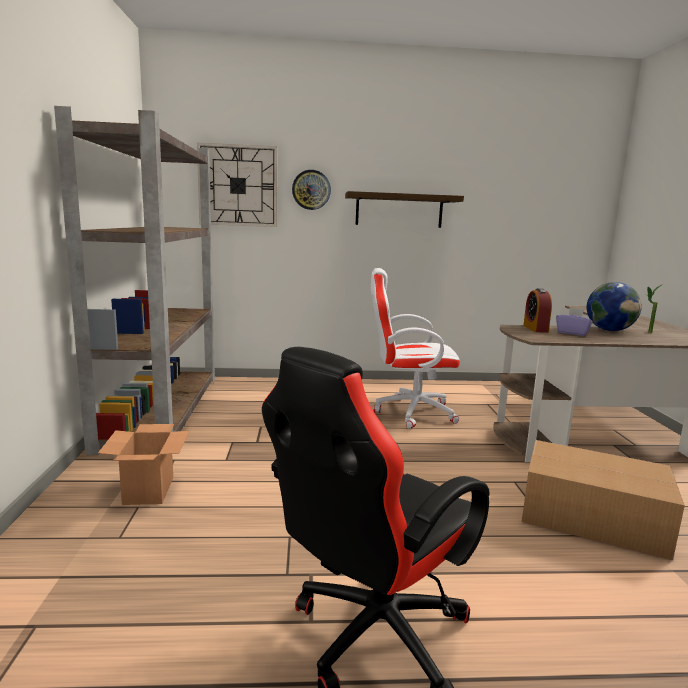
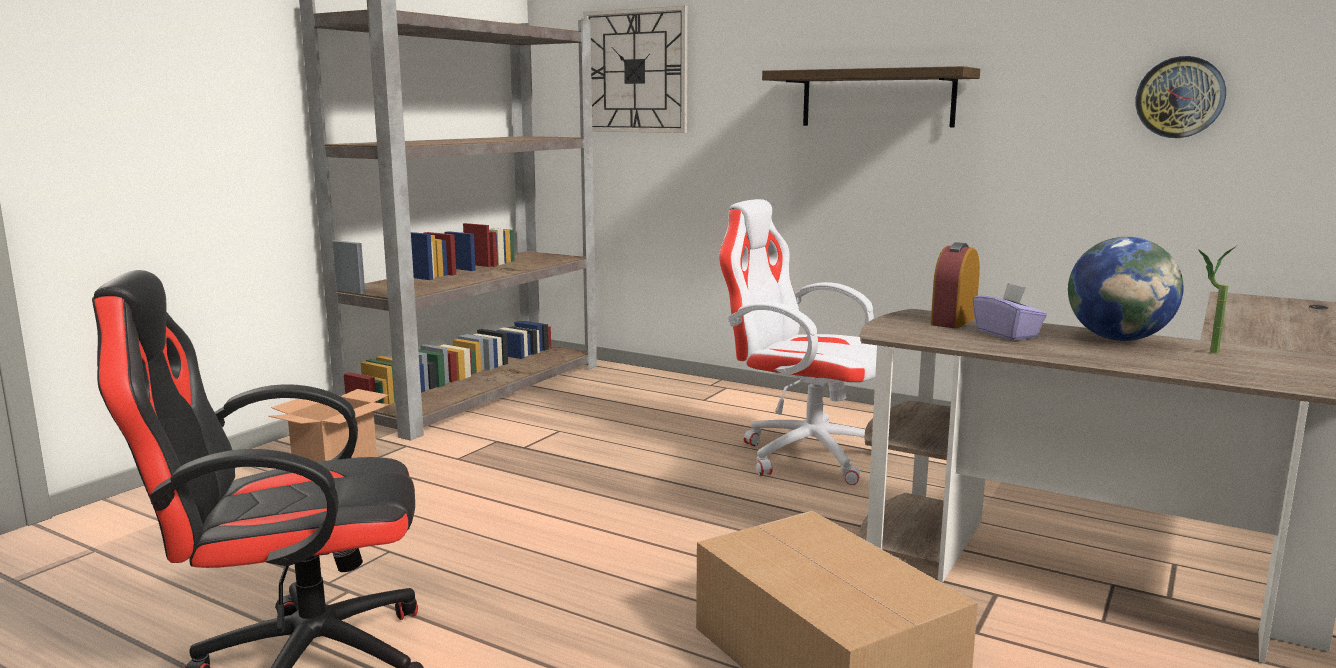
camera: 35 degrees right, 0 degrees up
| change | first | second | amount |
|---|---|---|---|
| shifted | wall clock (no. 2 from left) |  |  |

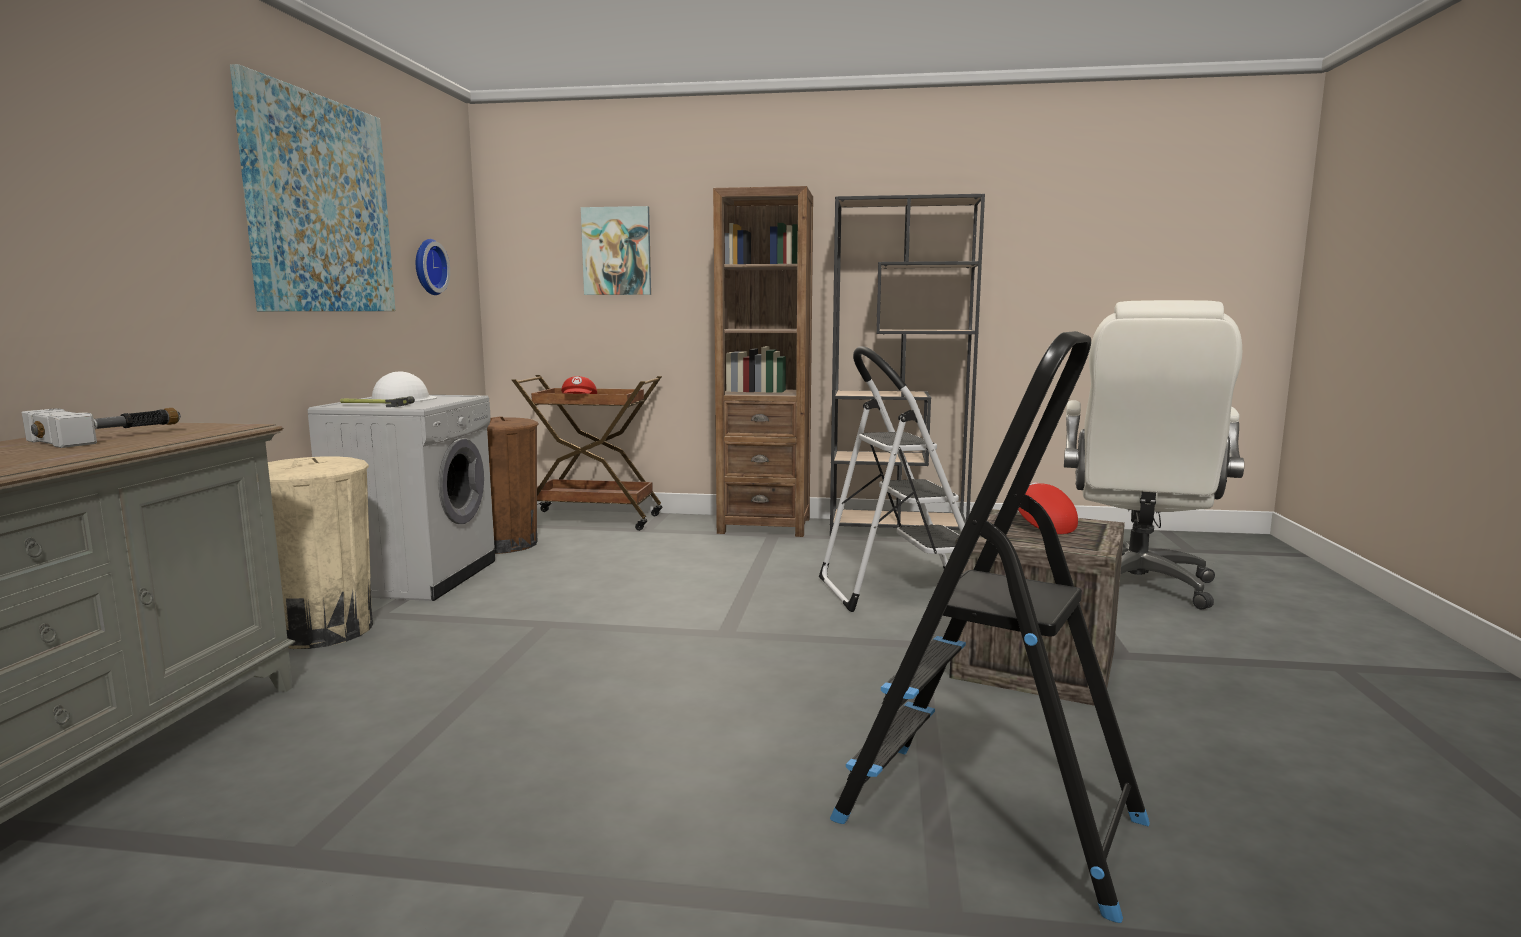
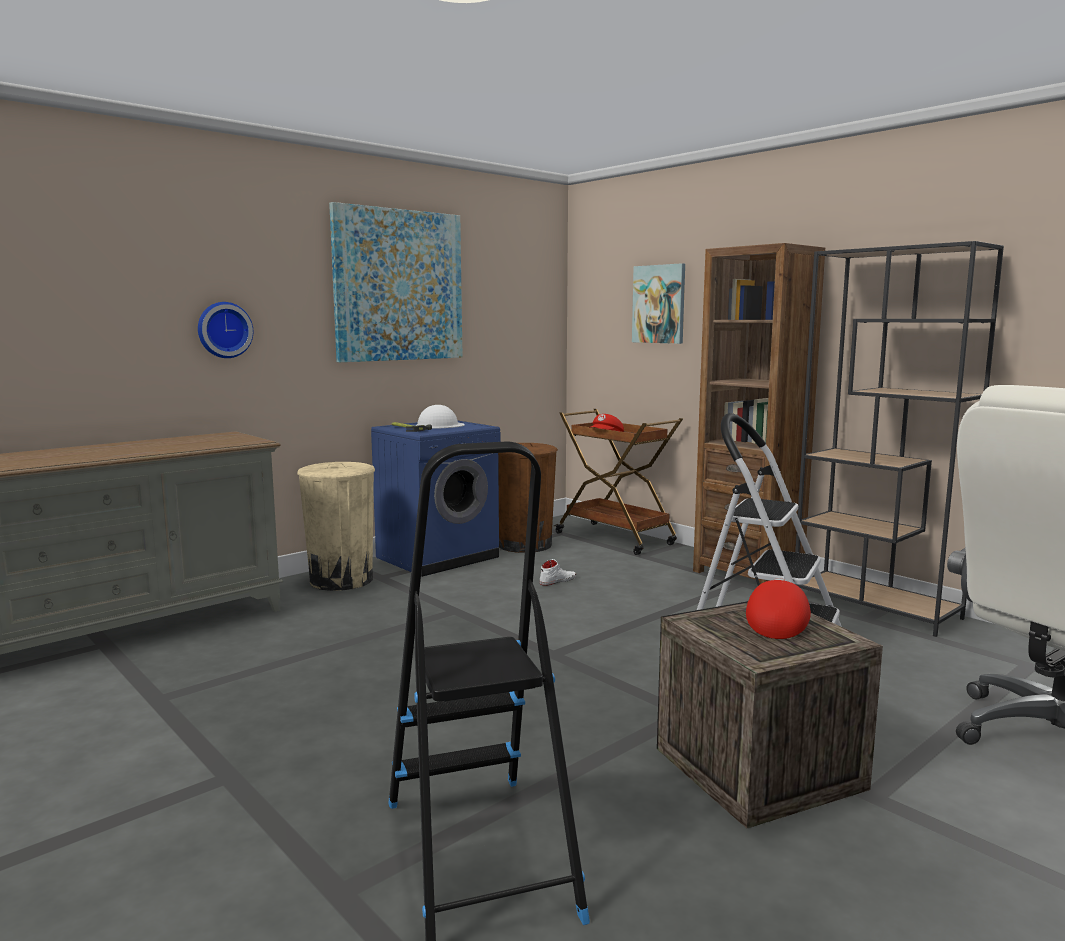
camera: 40 degrees right, 0 degrees up
| change | first | second | amount |
|---|---|---|---|
| gone | hand hammer (no. 1 from left) |  |  |
| repainted | washing machine (white) | washing machine (blue) |  |
| shifted | wall clock |  |  |
| new |  | shoe (white) |  |

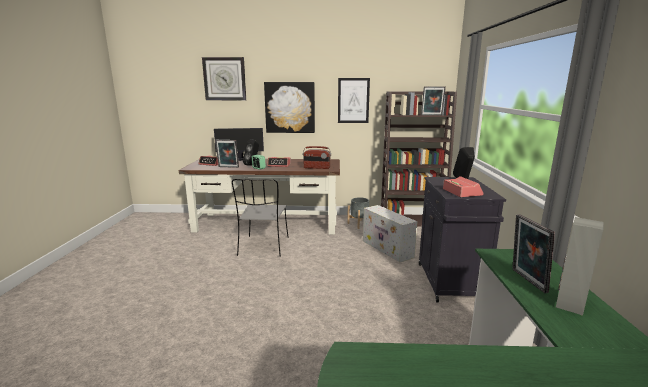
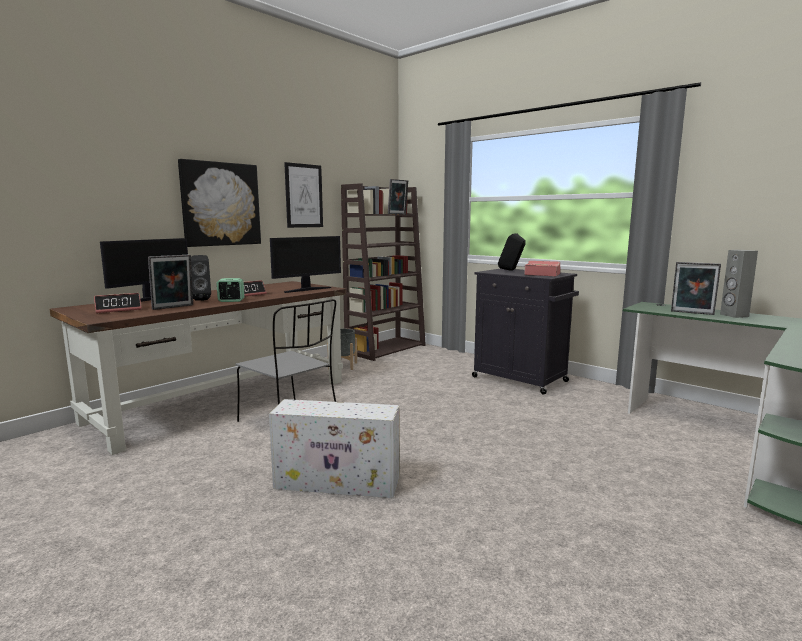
camera: 50 degrees left, 5 degrees down
| change | first | second | amount |
|---|---|---|---|
| gone | wall clock |  |  |
| swapped | radio | computer screen (no. 2 from left) |  |
| shifted | storage container (white) |  |  |

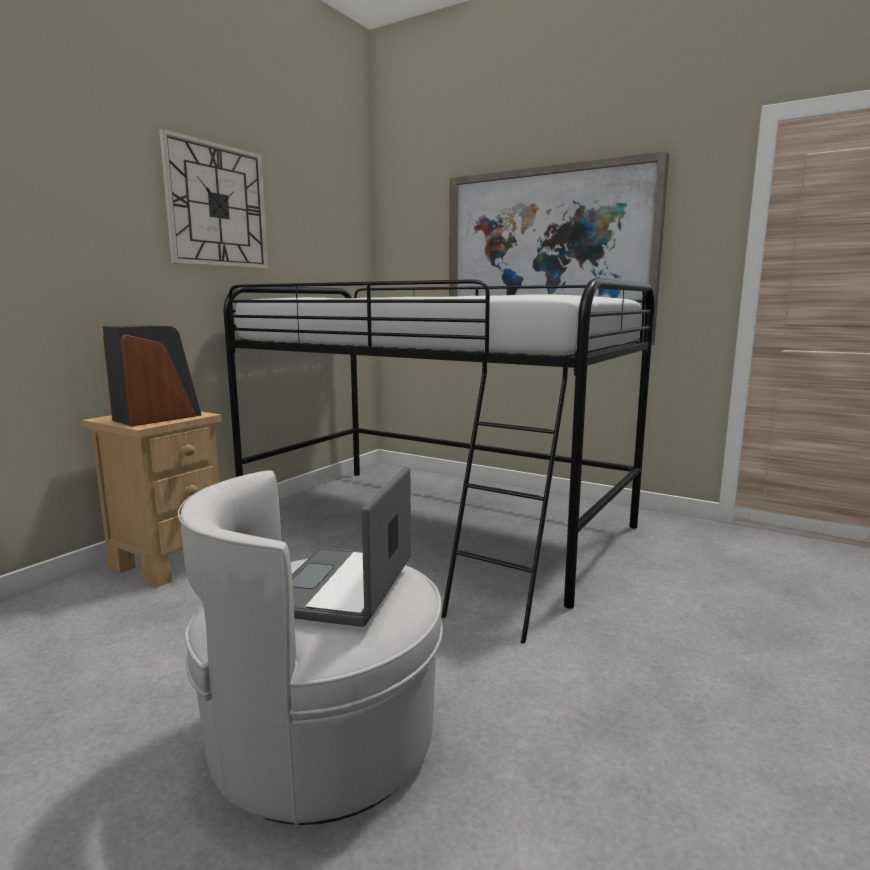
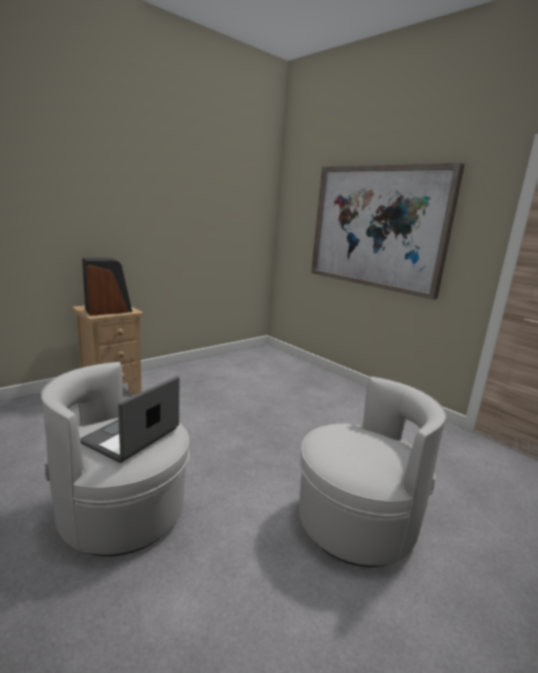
camera: 15 degrees right, 5 degrees up
| change | first | second | amount |
|---|---|---|---|
| gone | wall clock |  |  |
| gone | bed (black-coloured) |  |  |
| new |  | lounge chair (white) (no. 2 from left) |  |

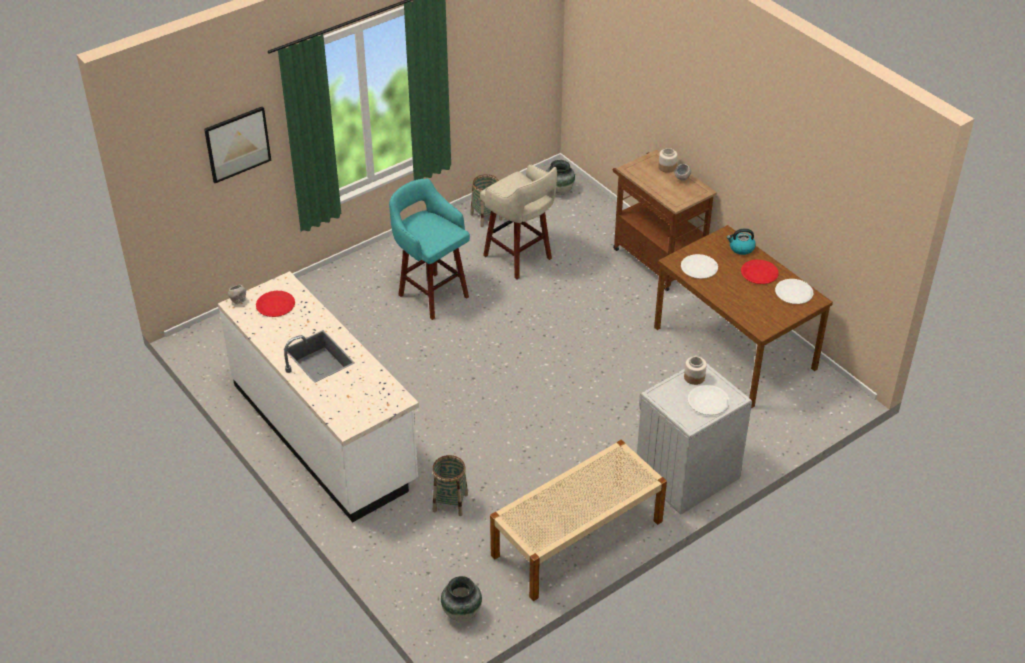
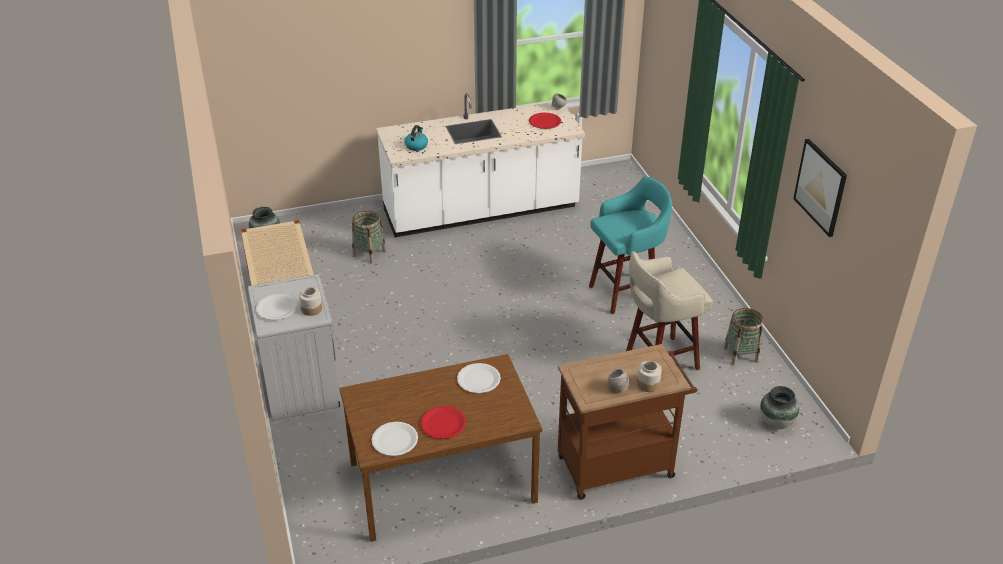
camera: 110 degrees right, 5 degrees down
| change | first | second | amount |
|---|---|---|---|
| shifted | wall picture |  |  |
| shifted | kettle |  |  |

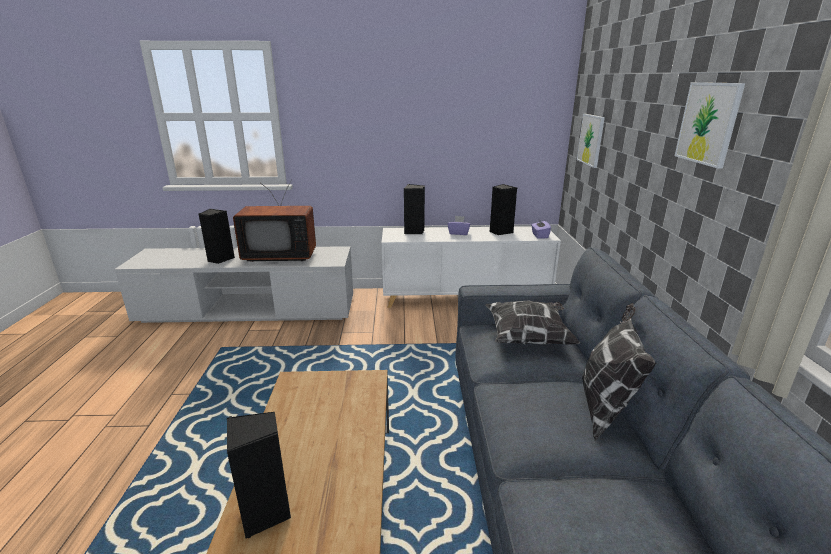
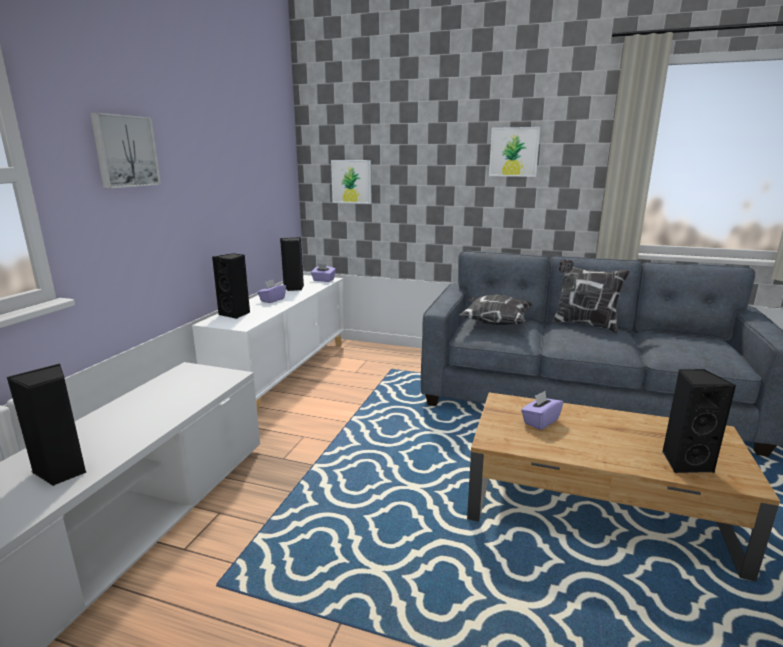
camera: 70 degrees left, 5 degrees down
| change | first | second | amount |
|---|---|---|---|
| gone | TV set |  |  |
| new |  | wall picture (no. 1 from left) |  |
| new |  | tissue box (purple-coloured) (no. 3 from left) |  |

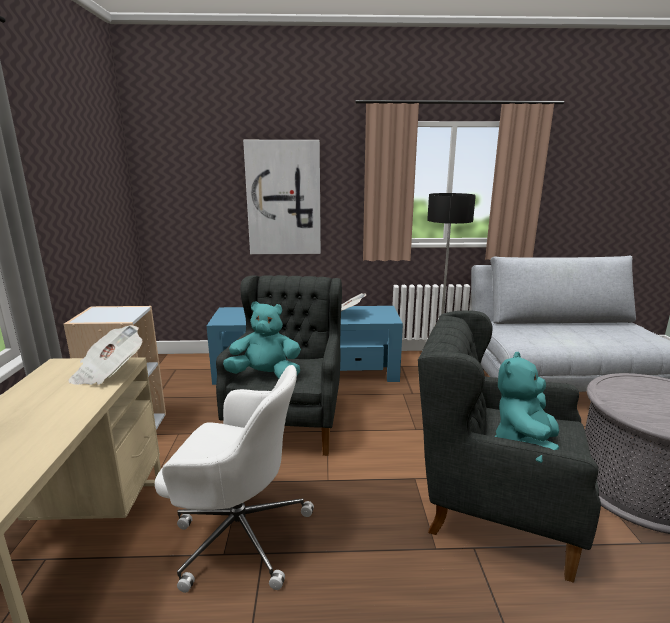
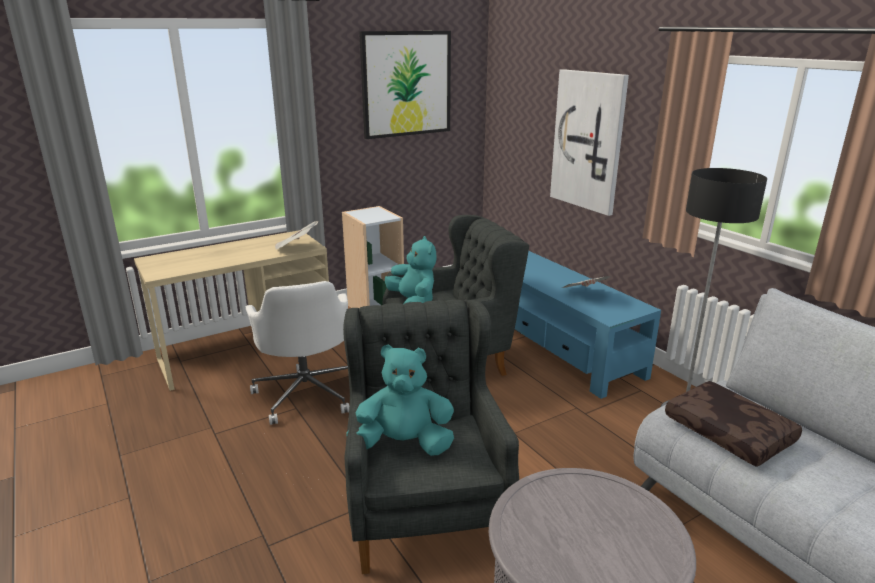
camera: 60 degrees right, 5 degrees up
| change | first | second | amount |
|---|---|---|---|
| new |  | wall picture (no. 1 from left) |  |
| new |  | cushion (brownish) |  |

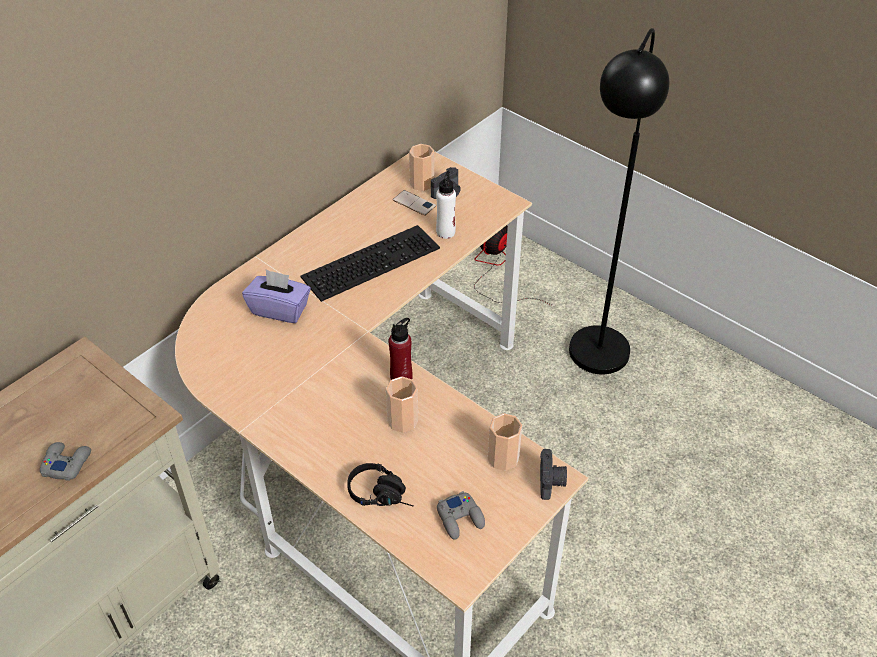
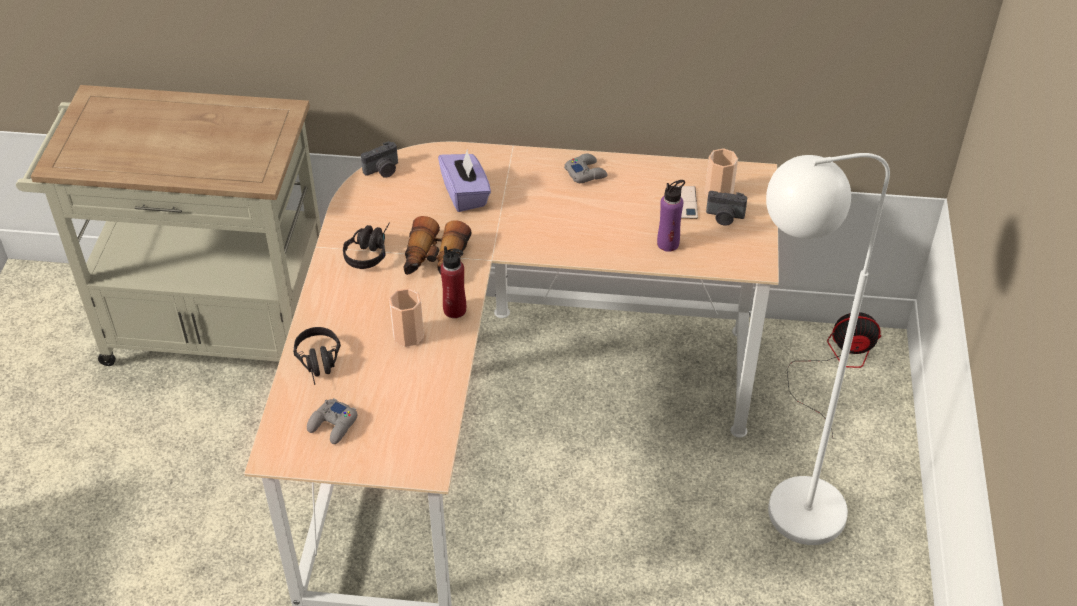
camera: 55 degrees right, 0 degrees up
| change | first | second | amount |
|---|---|---|---|
| shifted | joypad (grey) (no. 1 from left in the first image) | joypad (grey) (no. 2 from left) |  |
| gone | computer keyboard |  |  |
| repainted | bottle (white) | bottle (purple-coloured) |  |
| gone | drinking cup (no. 3 from left) |  |  |
| shifted | still camera (no. 2 from left in the first image) | still camera (no. 1 from left) |  |
| repainted | standard lamp (black-coloured) | standard lamp (white) |  |
| new |  | headset (black-coloured) (no. 2 from left) |  |
| new |  | pair of binoculars |  |

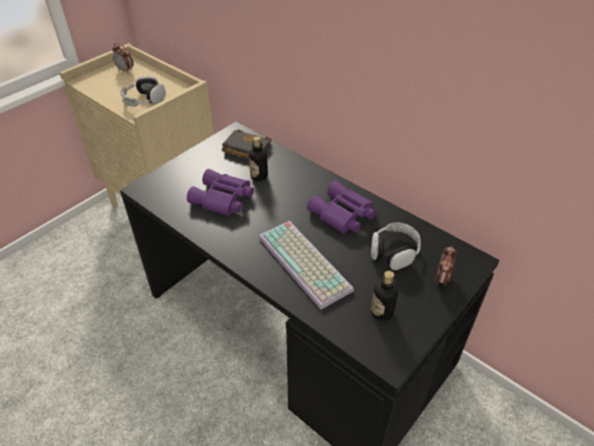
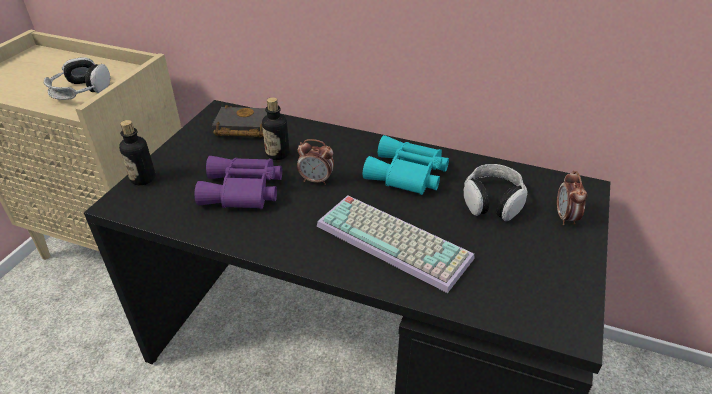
camera: 20 degrees left, 5 degrees down
| change | first | second | amount |
|---|---|---|---|
| shifted | bedside clock (no. 1 from left) |  |  |
| repainted | pair of binoculars (purple-coloured) (no. 2 from left) | pair of binoculars (turquoise-coloured) |  |
| shifted | bottle (no. 2 from left in the first image) | bottle (no. 1 from left) |  |

